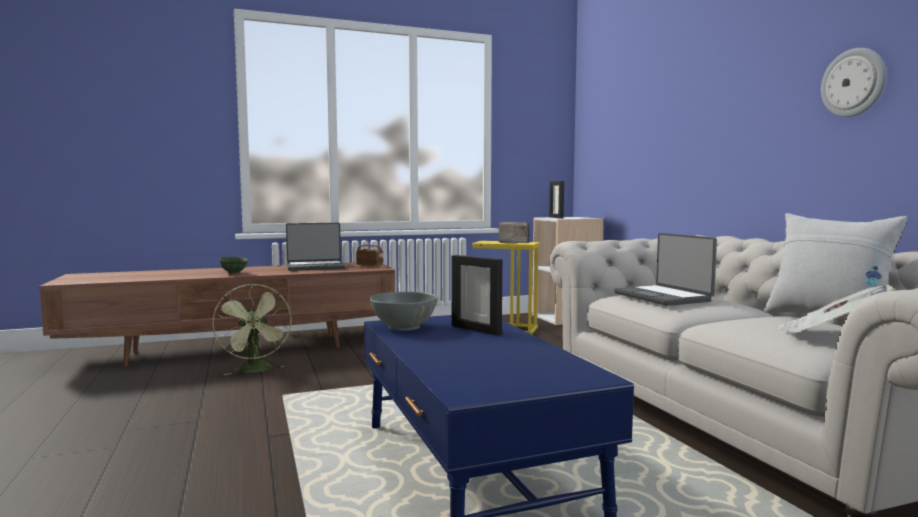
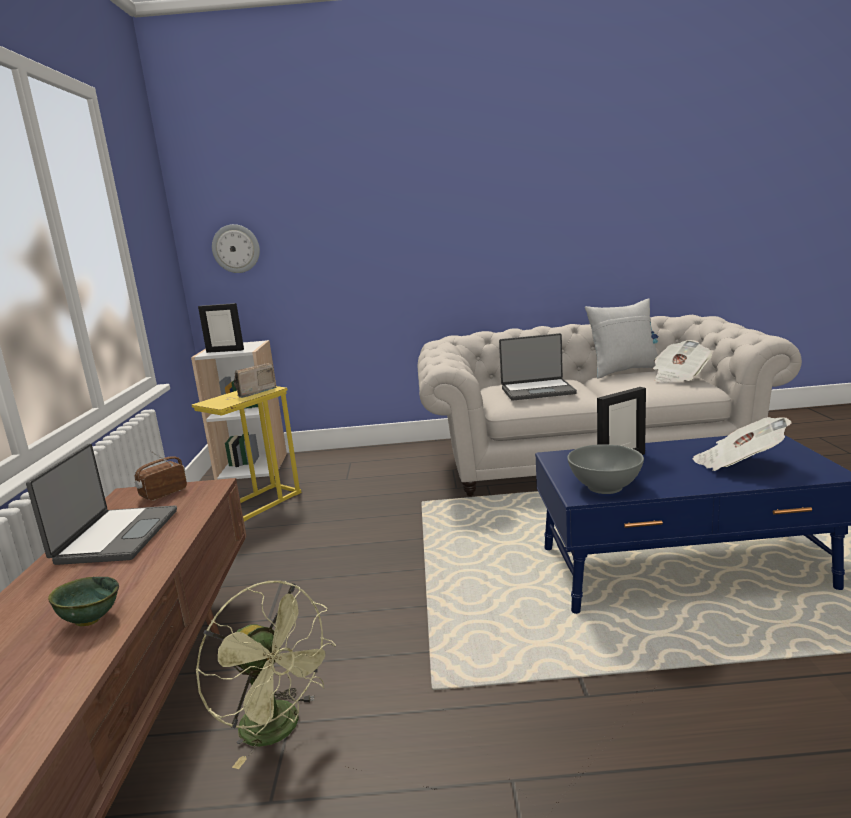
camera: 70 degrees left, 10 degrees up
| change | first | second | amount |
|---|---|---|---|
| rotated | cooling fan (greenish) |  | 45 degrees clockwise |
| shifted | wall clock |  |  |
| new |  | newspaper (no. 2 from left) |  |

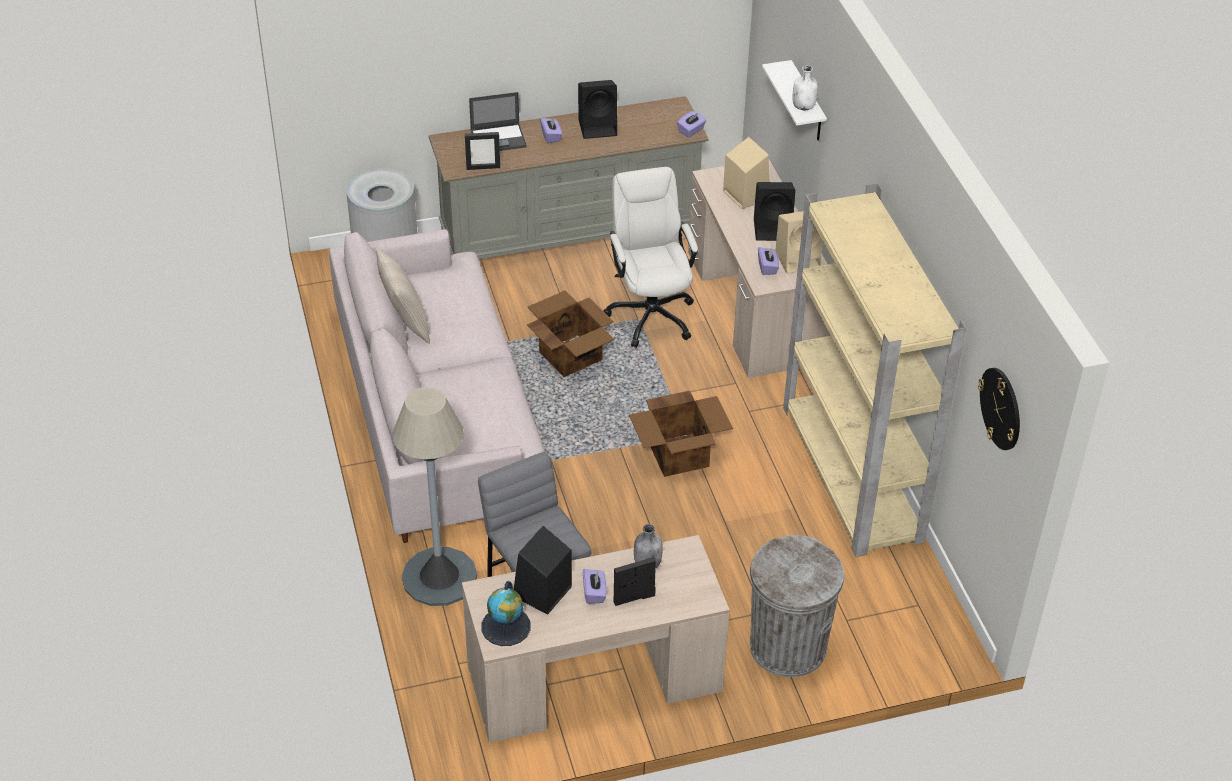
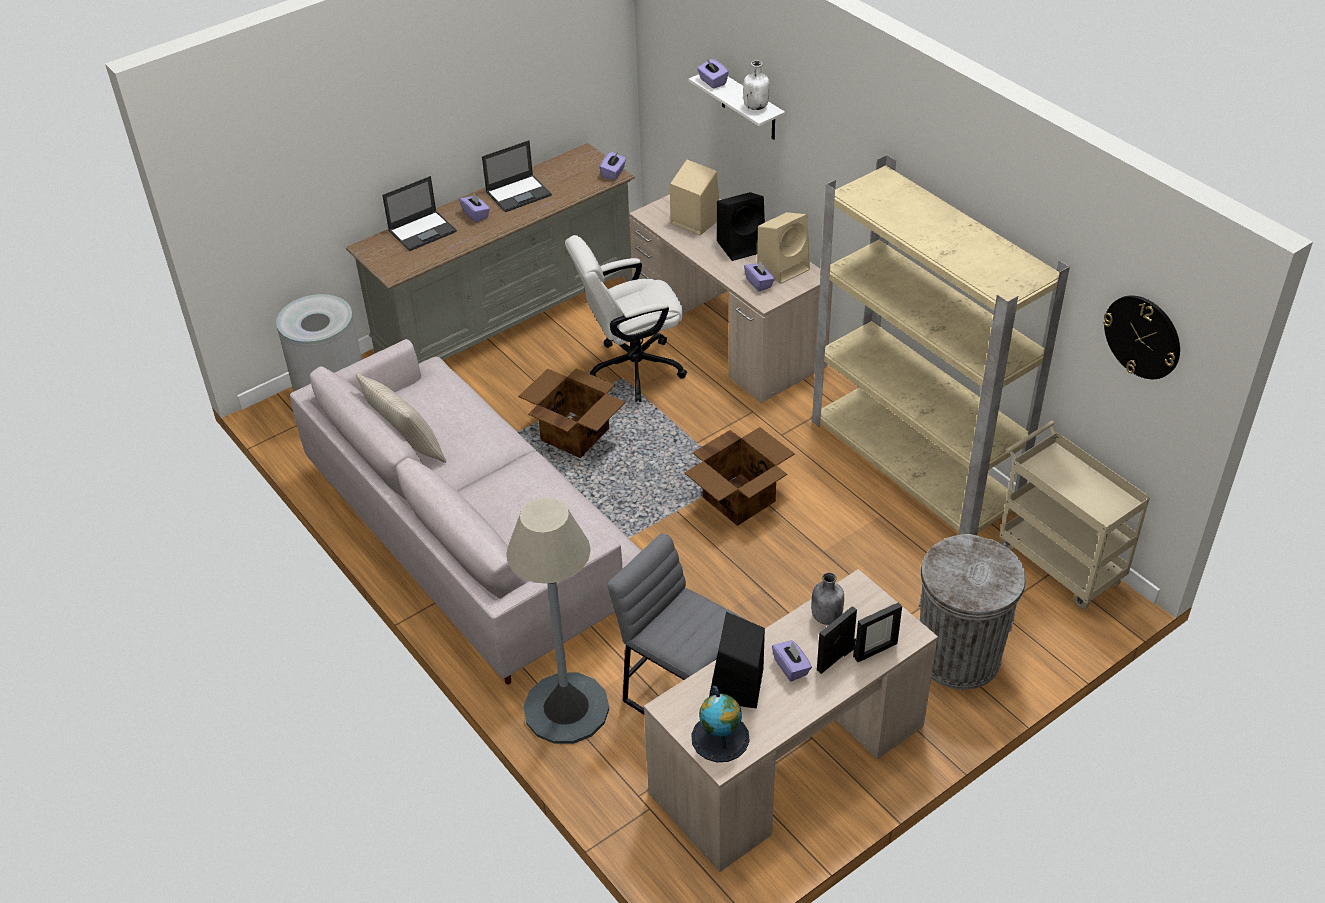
camera: 20 degrees left, 0 degrees up
| change | first | second | amount |
|---|---|---|---|
| shifted | photo frame (no. 1 from left in the first image) | photo frame (no. 2 from left) |  |
| swapped | audio speaker (black-coloured) (no. 2 from left) | portable computer (no. 2 from left) |  |
| rotated | computer chair (white) |  | 75 degrees counterclockwise |
| new |  | tissue box (purple-coloured) (no. 3 from left) |  |
| new |  | cart (beige) |  |

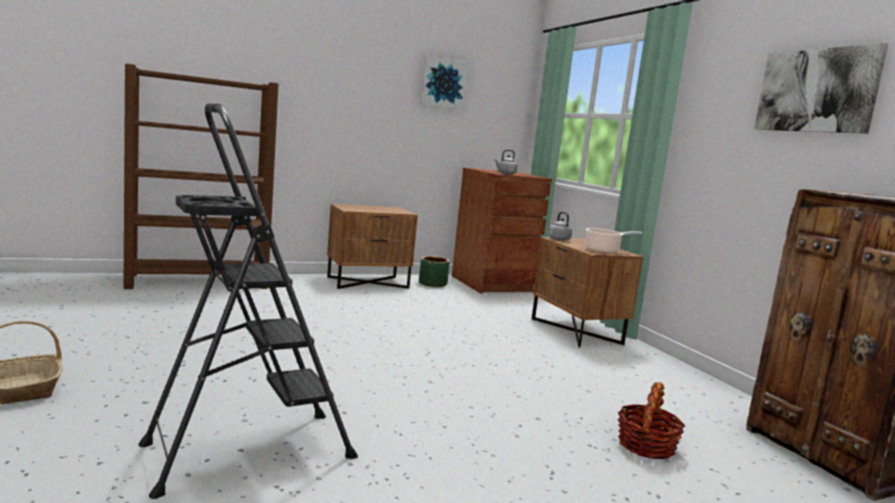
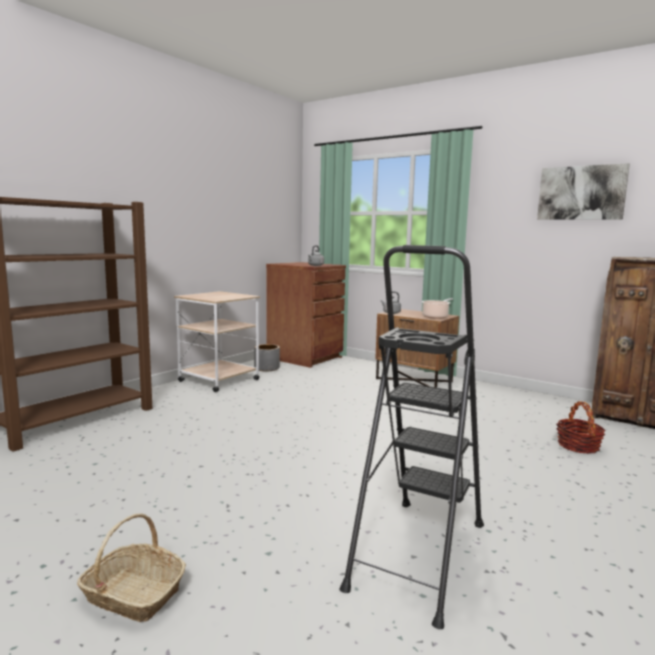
camera: 30 degrees left, 0 degrees up
| change | first | second | amount |
|---|---|---|---|
| swapped | night table (brownish) (no. 1 from left) | cart (beige) |  |
| repainted | plant pot (greenish) | plant pot (grey) |  |
| gone | wall picture (no. 1 from left) |  |  |

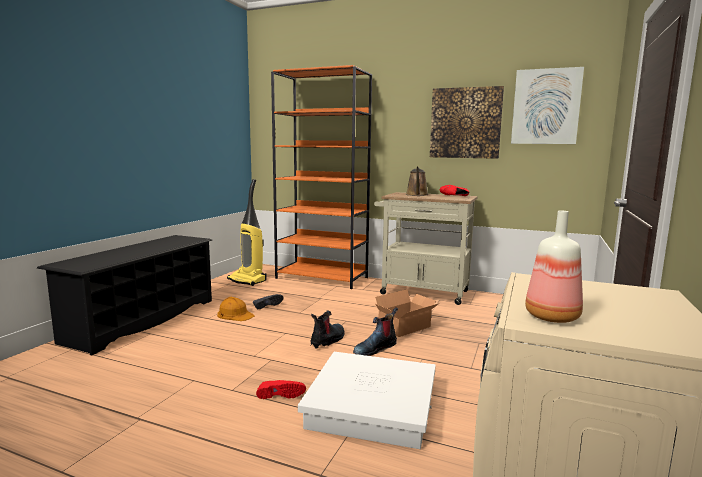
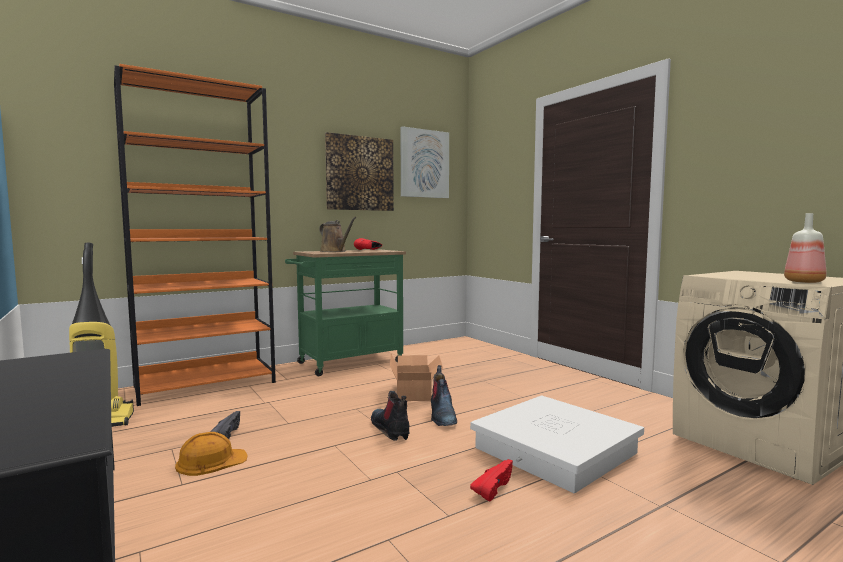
camera: 55 degrees left, 5 degrees down
| change | first | second | amount |
|---|---|---|---|
| repainted | cart (beige) | cart (greenish) |  |

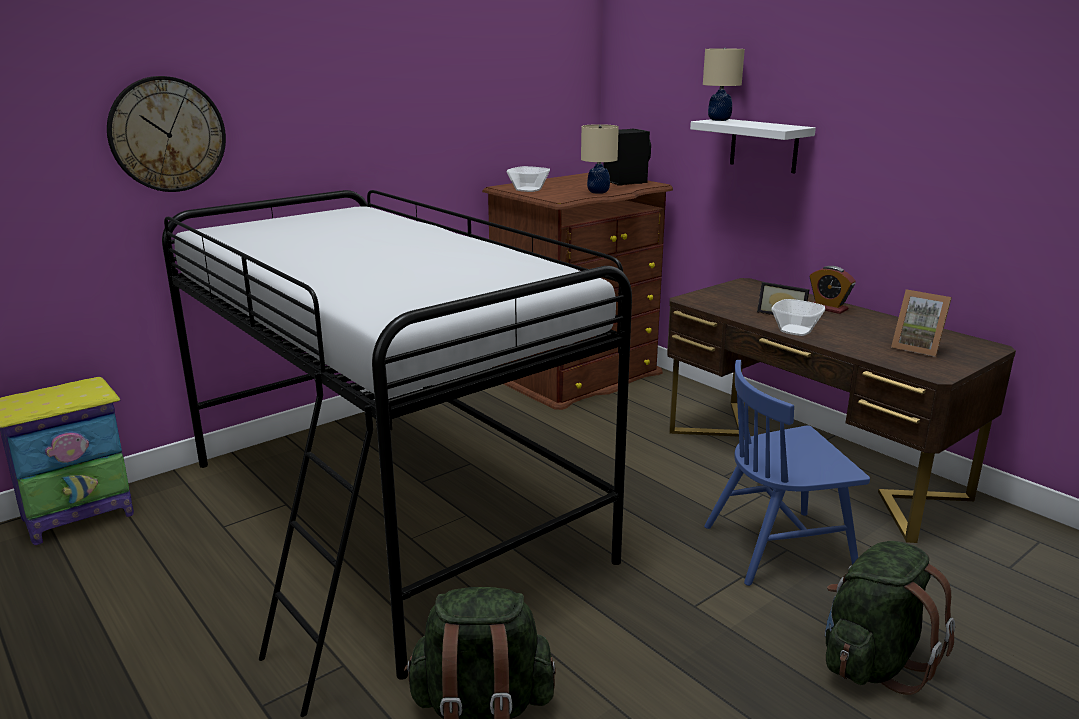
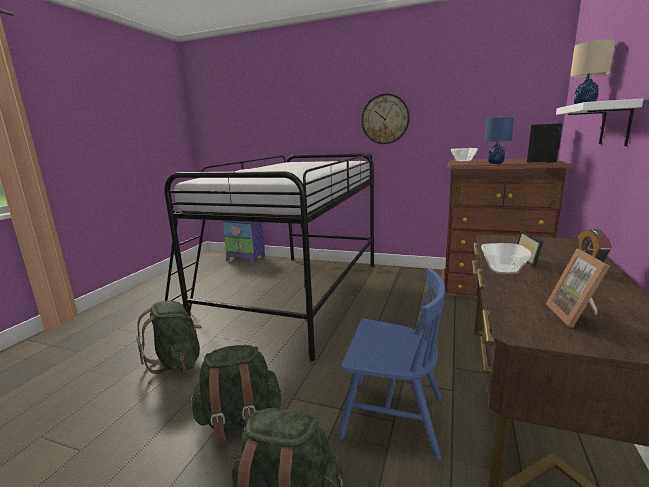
camera: 60 degrees right, 5 degrees down
| change | first | second | amount |
|---|---|---|---|
| shifted | wall clock |  |  |
| repainted | table lamp (beige) (no. 1 from left) | table lamp (blue) |  |
| rotated | plain chair (blue) |  | 150 degrees clockwise |
| new |  | backpack (greenish) (no. 2 from left) |  |

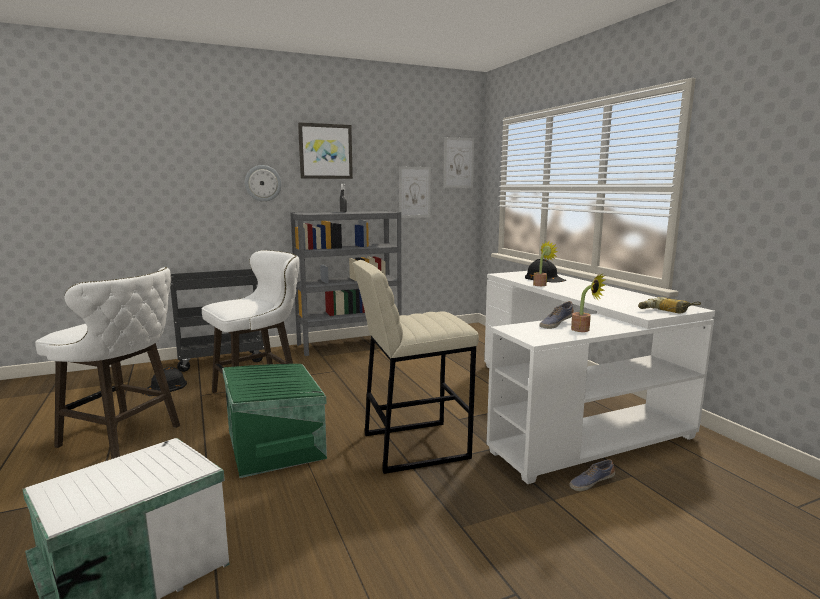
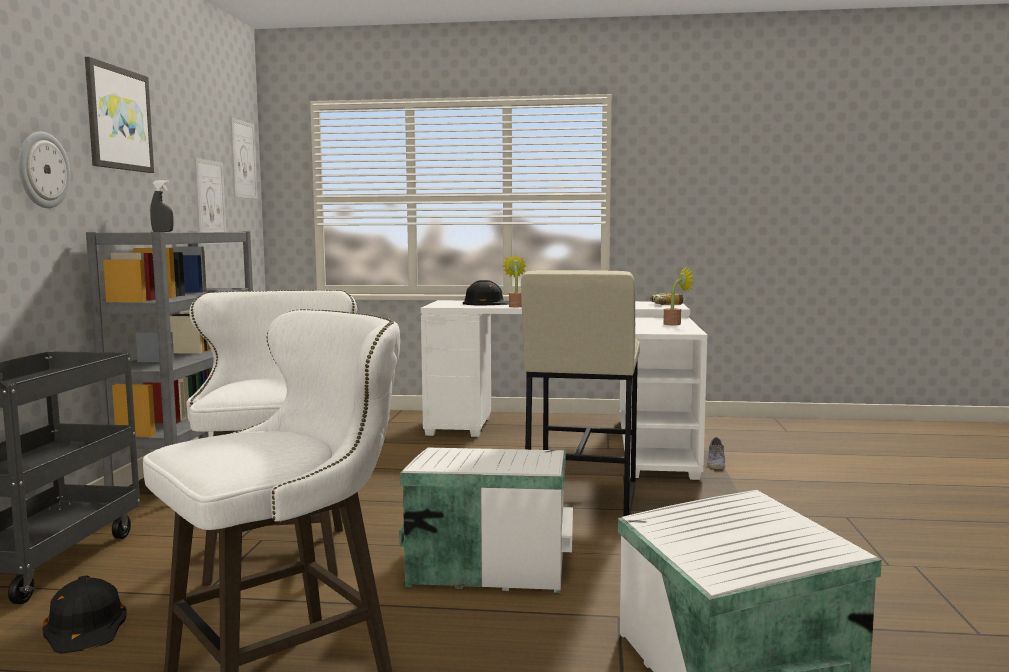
camera: 60 degrees left, 5 degrees down
| change | first | second | amount |
|---|---|---|---|
| repainted | storage container (greenish) | storage container (white) (no. 1 from left) |  |
| gone | shoe (no. 1 from left) |  |  |

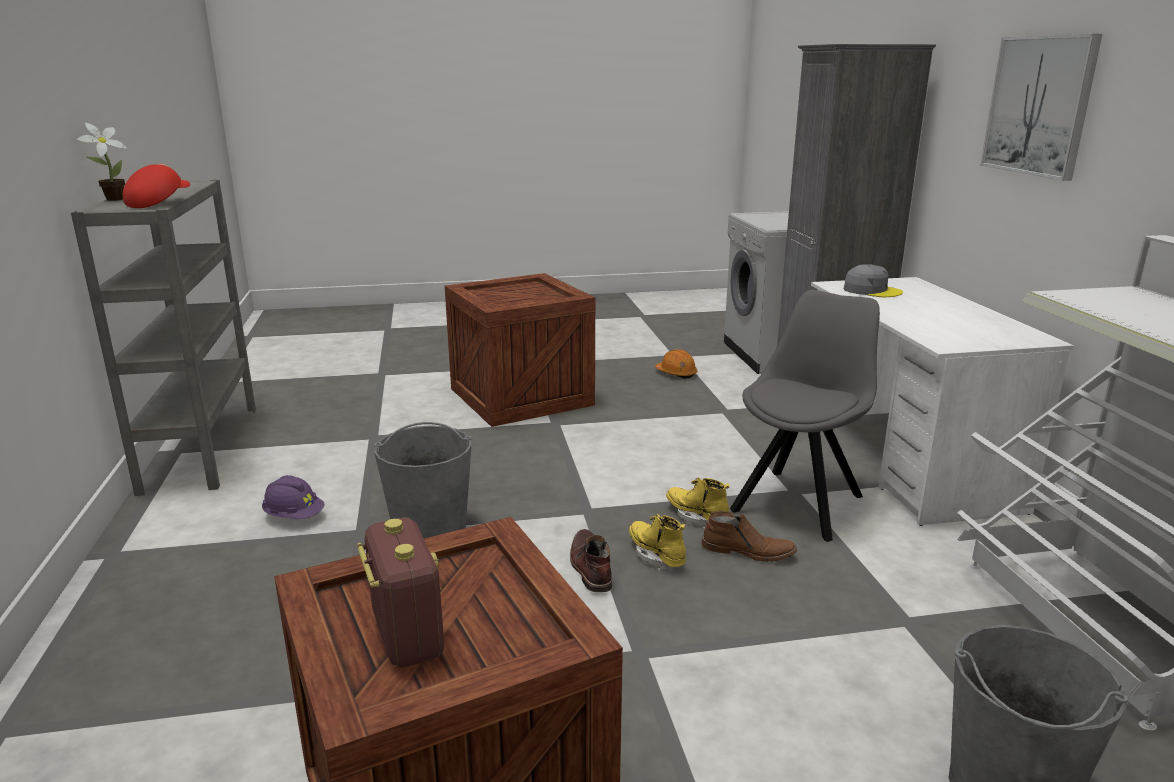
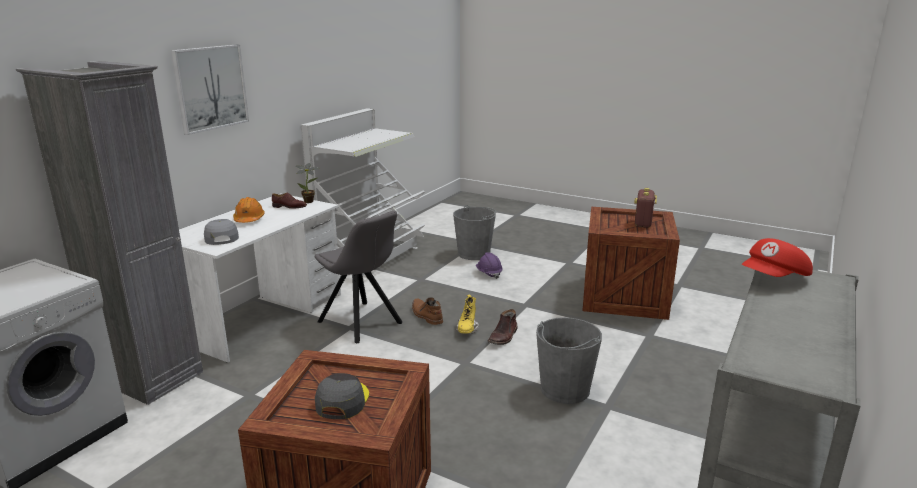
camera: 140 degrees left, 0 degrees up
| change | first | second | amount |
|---|---|---|---|
| shifted | potted plant |  |  |
| shifted | hard hat (purple-coloured) |  |  |
| shifted | hard hat (orange) |  |  |
| gone | boot (yellow-coloured) (no. 2 from left) |  |  |
| rotated | plain chair (grey) |  | 120 degrees counterclockwise |
| new |  | shoe (brownish) |  |
| new |  | peaked cap (grey) (no. 2 from left) |  |

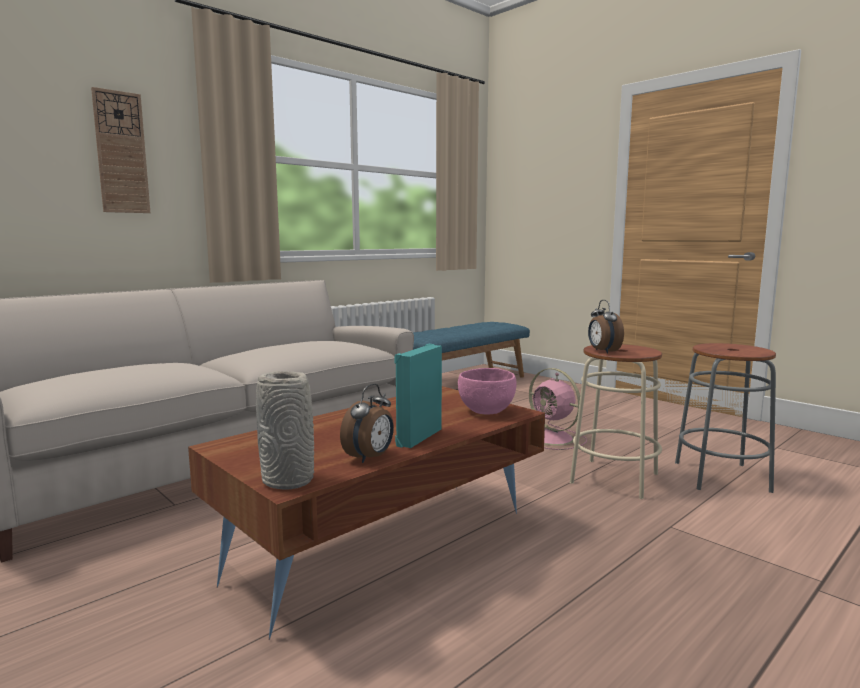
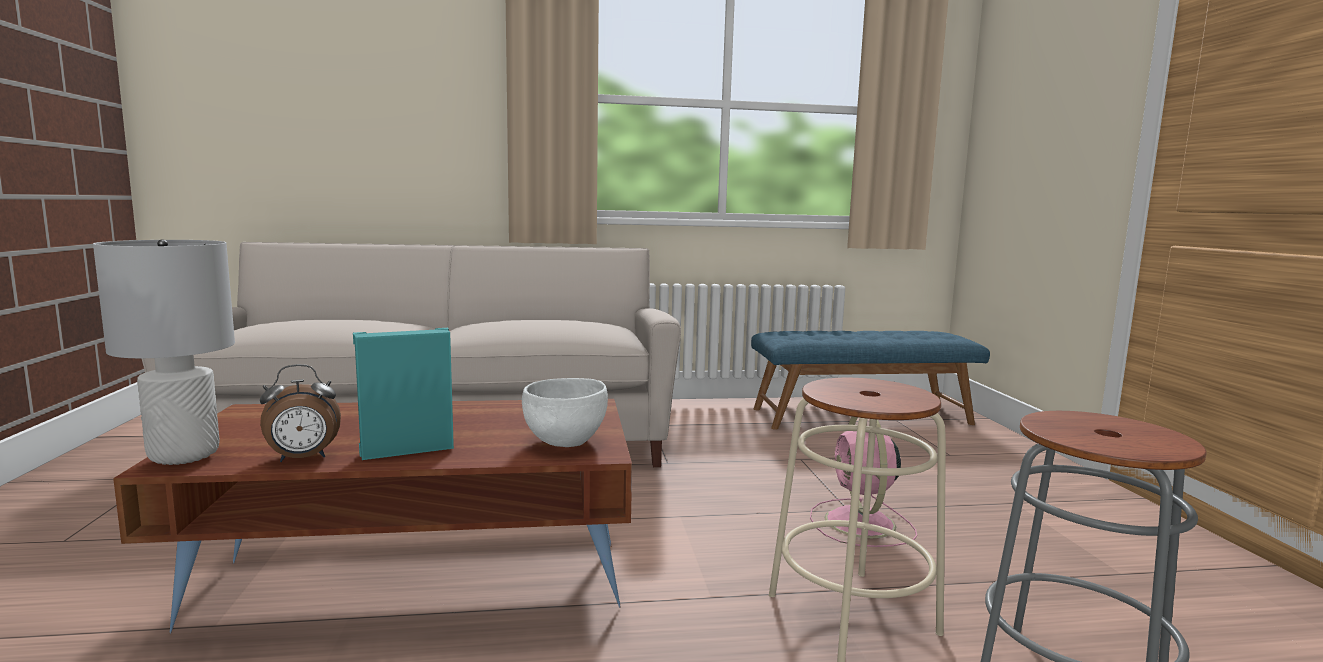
camera: 35 degrees right, 0 degrees up
| change | first | second | amount |
|---|---|---|---|
| gone | wall clock |  |  |
| swapped | vase (grey) | table lamp (grey) |  |
| repainted | bowl (pink-coloured) | bowl (white) |  |
| gone | bedside clock (no. 2 from left) |  |  |

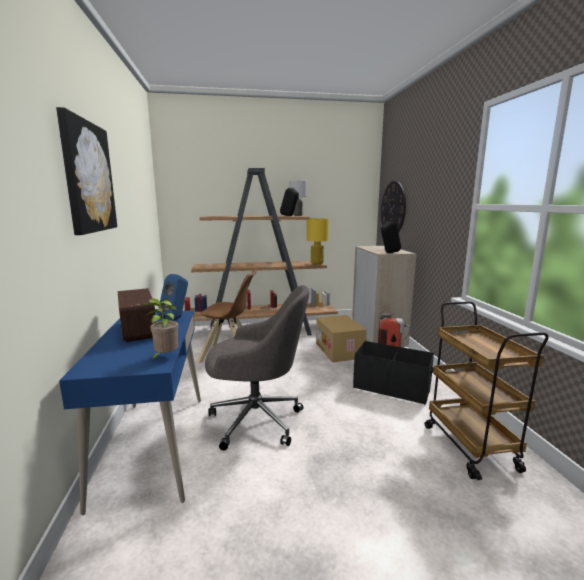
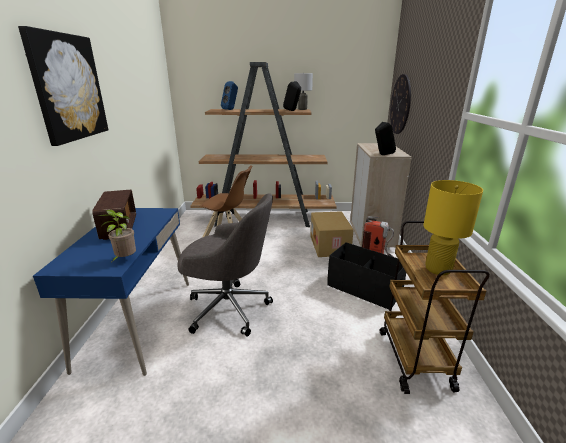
camera: 10 degrees right, 10 degrees up
| change | first | second | amount |
|---|---|---|---|
| shifted | audio speaker (blue) |  |  |
| shifted | table lamp (yellow-coloured) |  |  |

